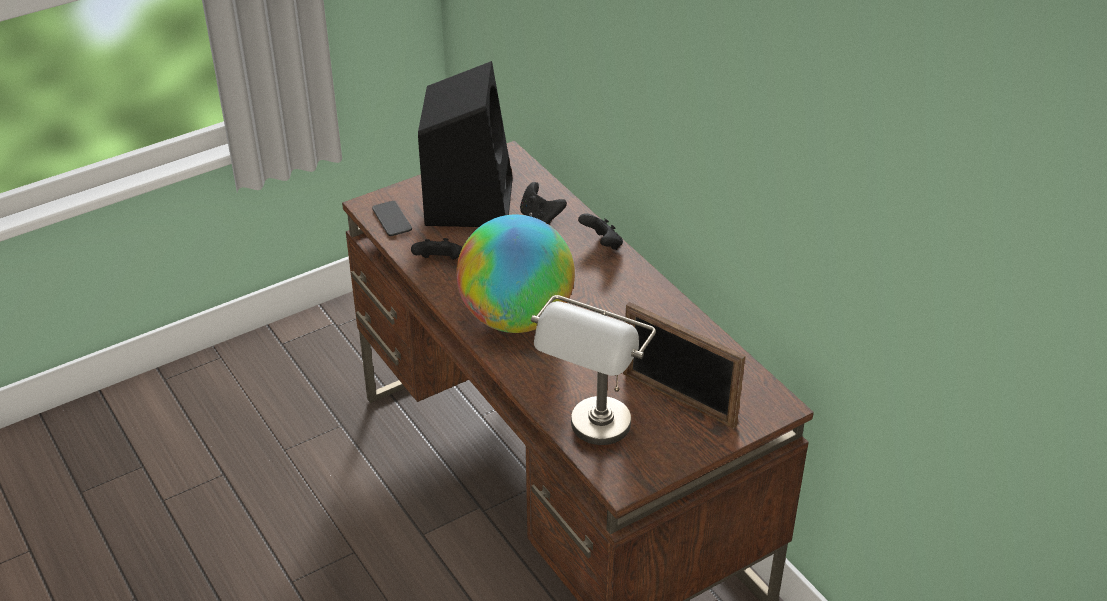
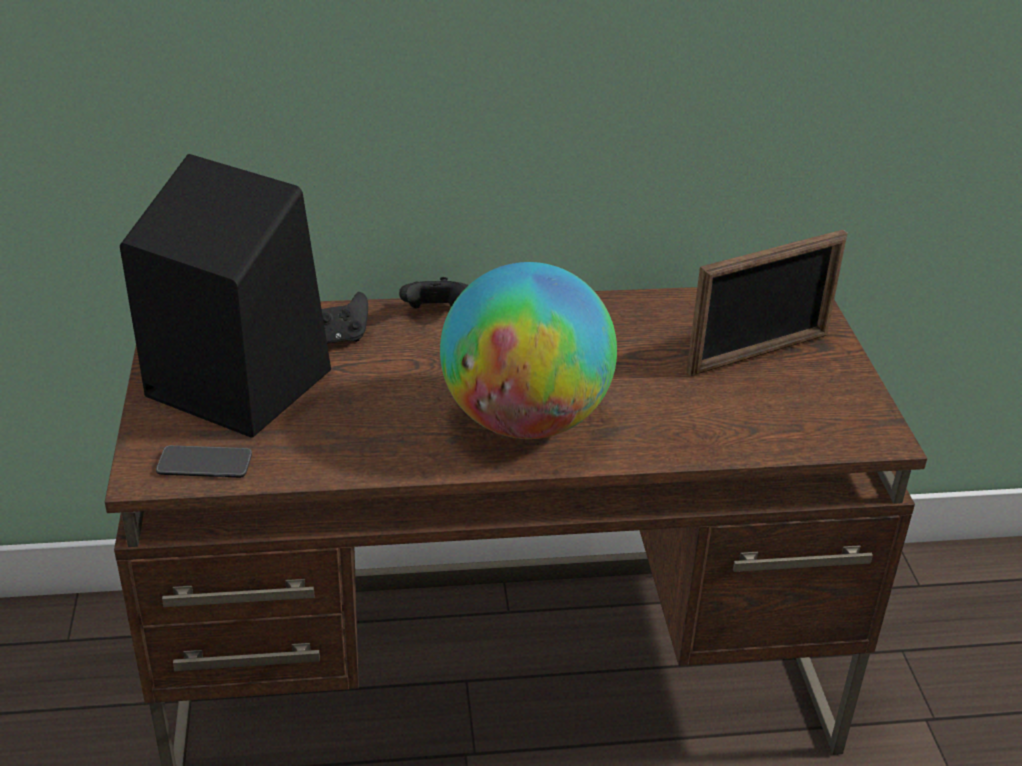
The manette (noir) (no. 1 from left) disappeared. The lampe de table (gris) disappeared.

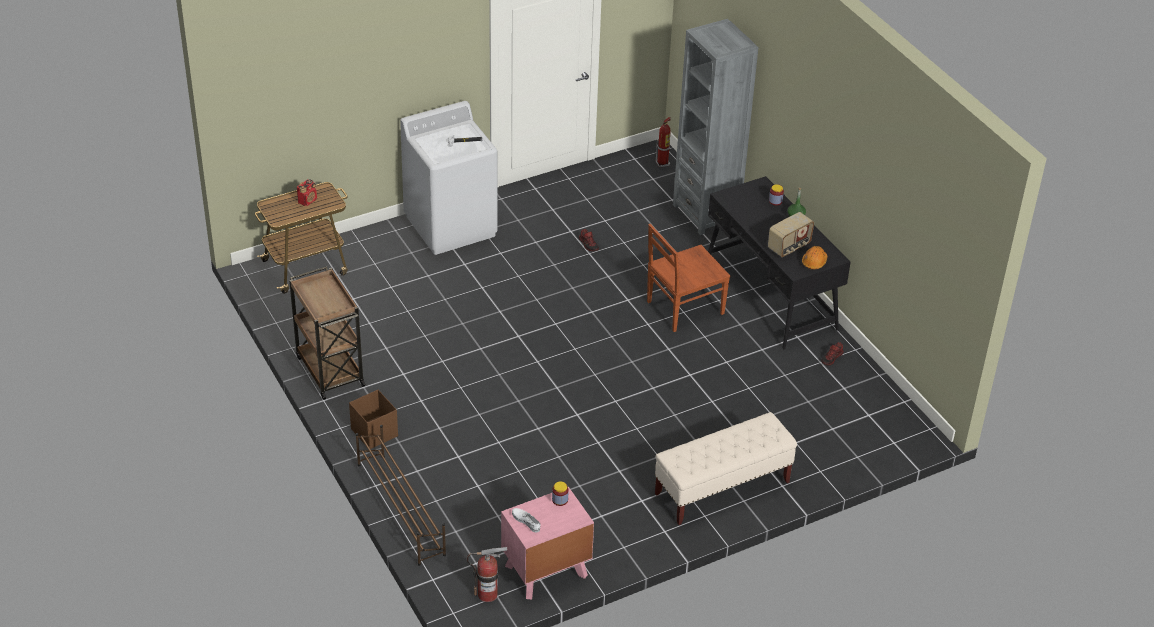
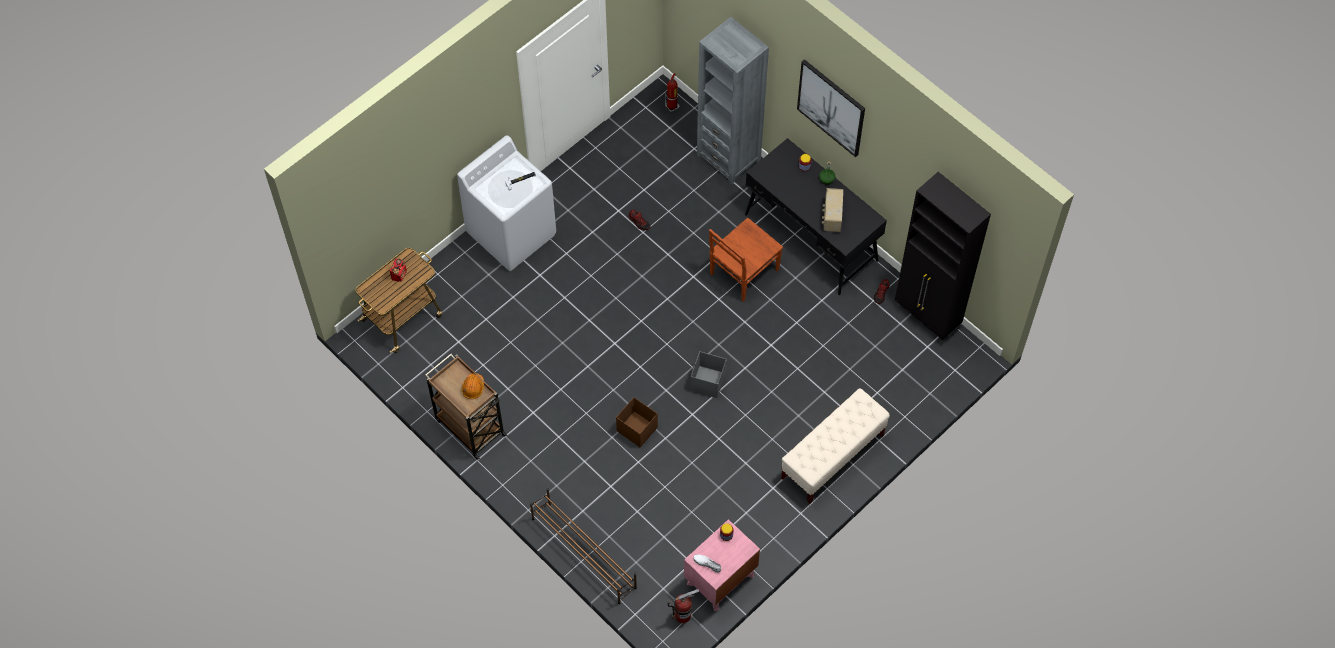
The casque de chantier (orange) moved. The boîte de rangement (marron) moved. The boîte de rangement (gris) appeared. The tableau appeared. The radio (no. 2 from left) turned 150 degrees clockwise. The meuble de rangement (noir) appeared.

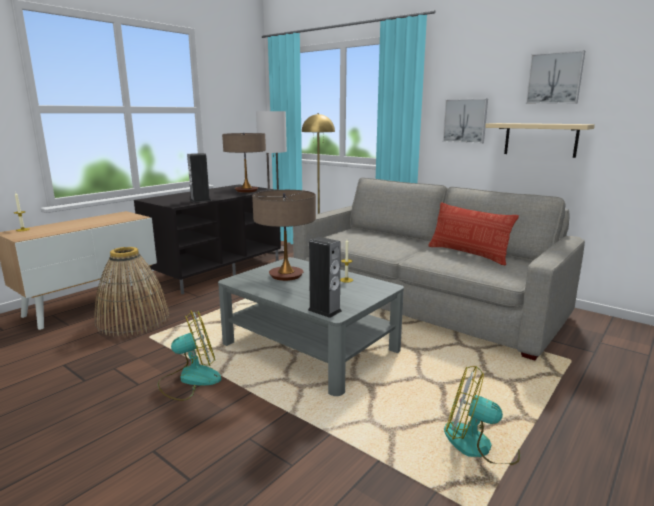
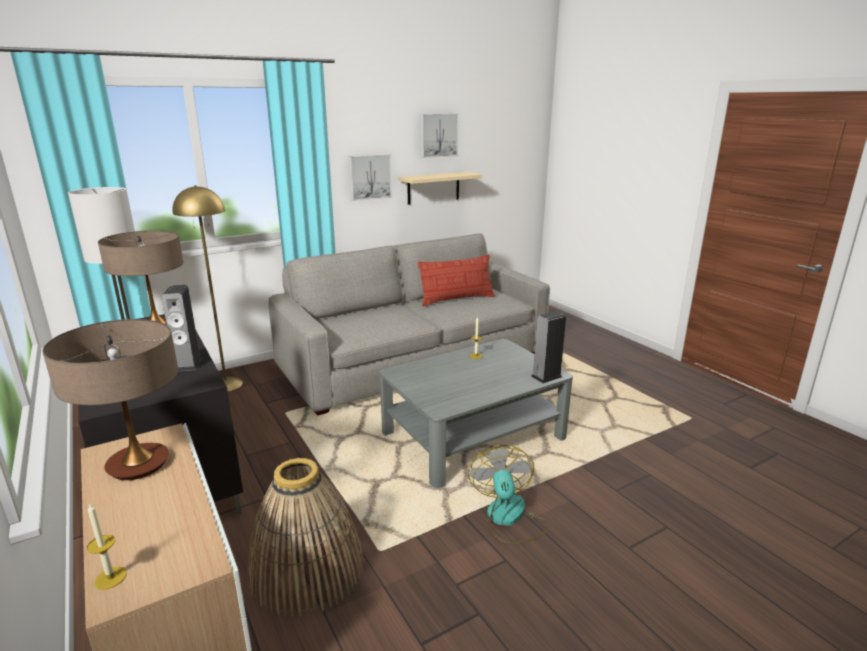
The lampe de table (no. 2 from left in the first image) moved. The ventilateur (no. 2 from left) disappeared.

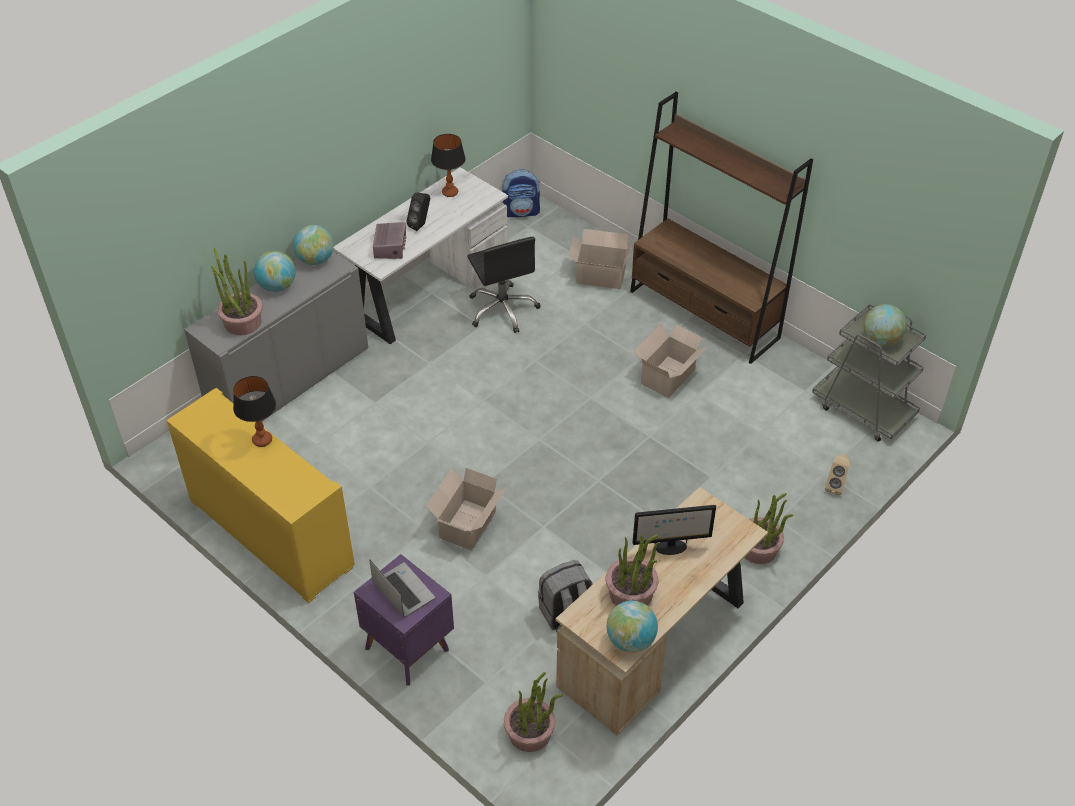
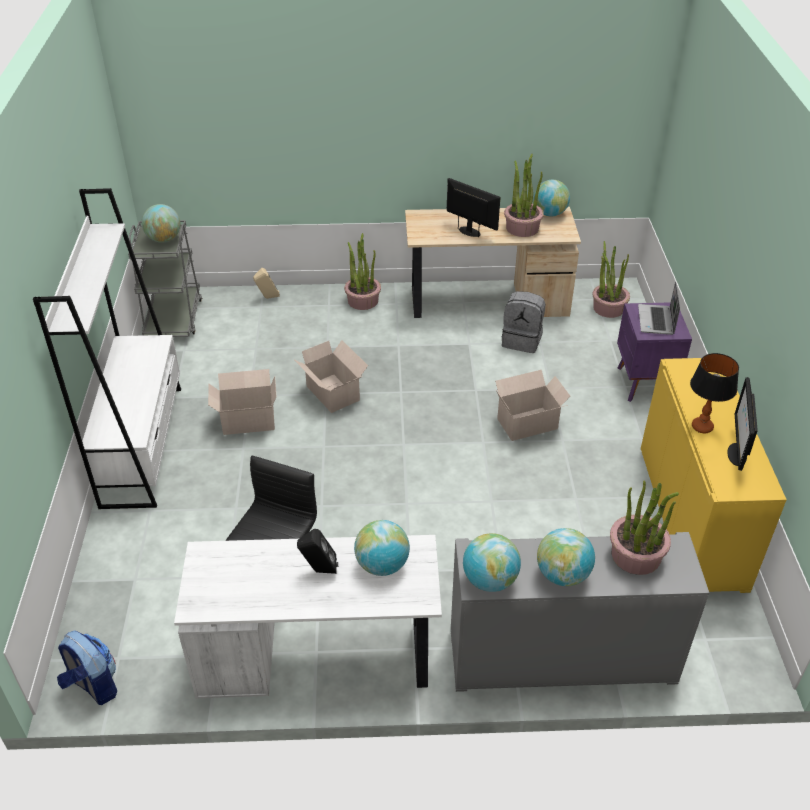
The bibliothèque (marron) became the bibliothèque (blanc). The carton (no. 2 from left) moved. The radio was replaced by the globe (no. 2 from left). The écran d'ordinateur (no. 2 from left) appeared. The lampe de table (no. 2 from left) disappeared.

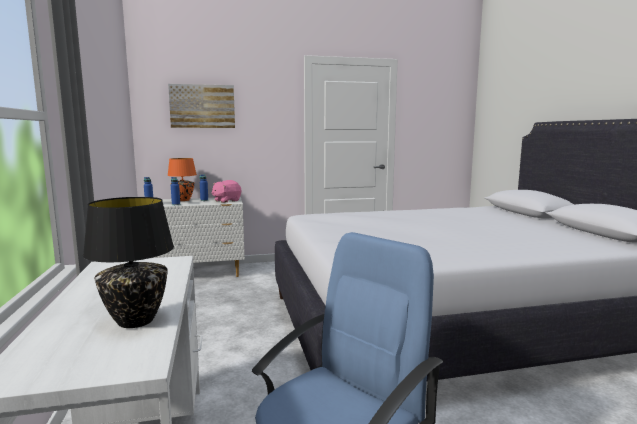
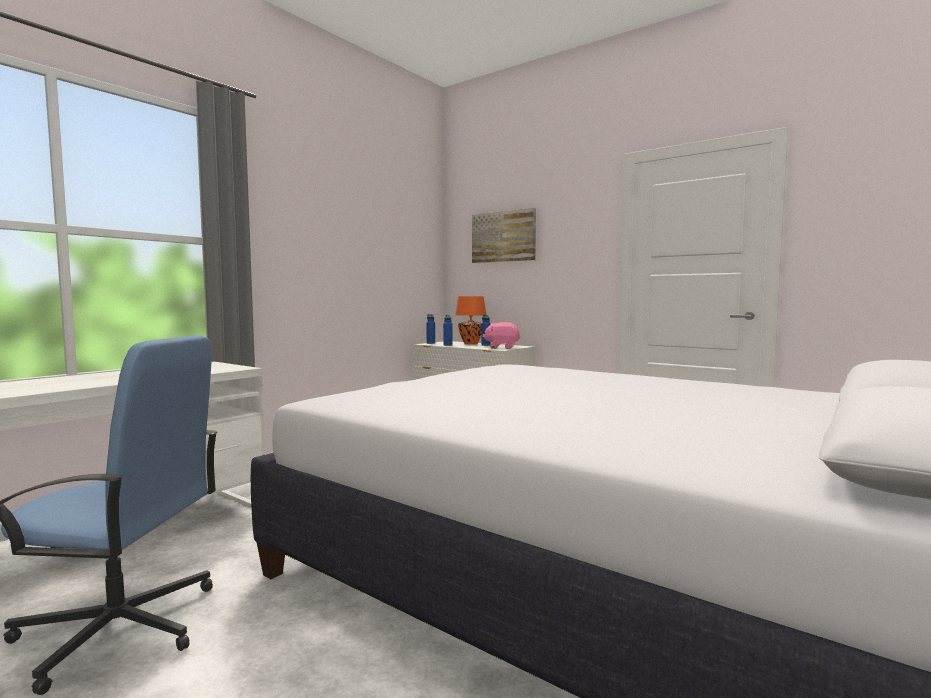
The lampe de table (noir) disappeared.

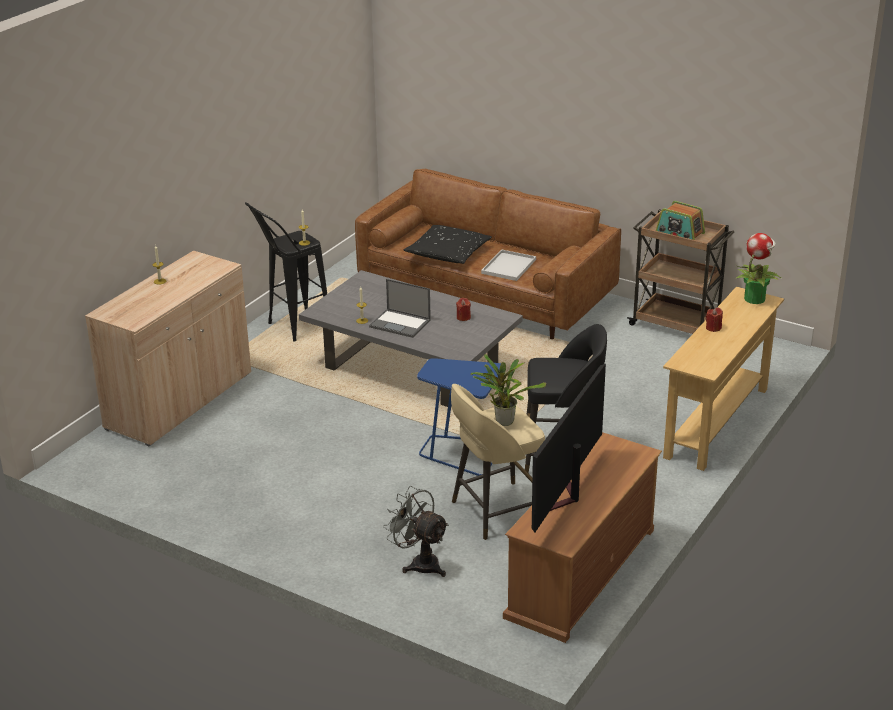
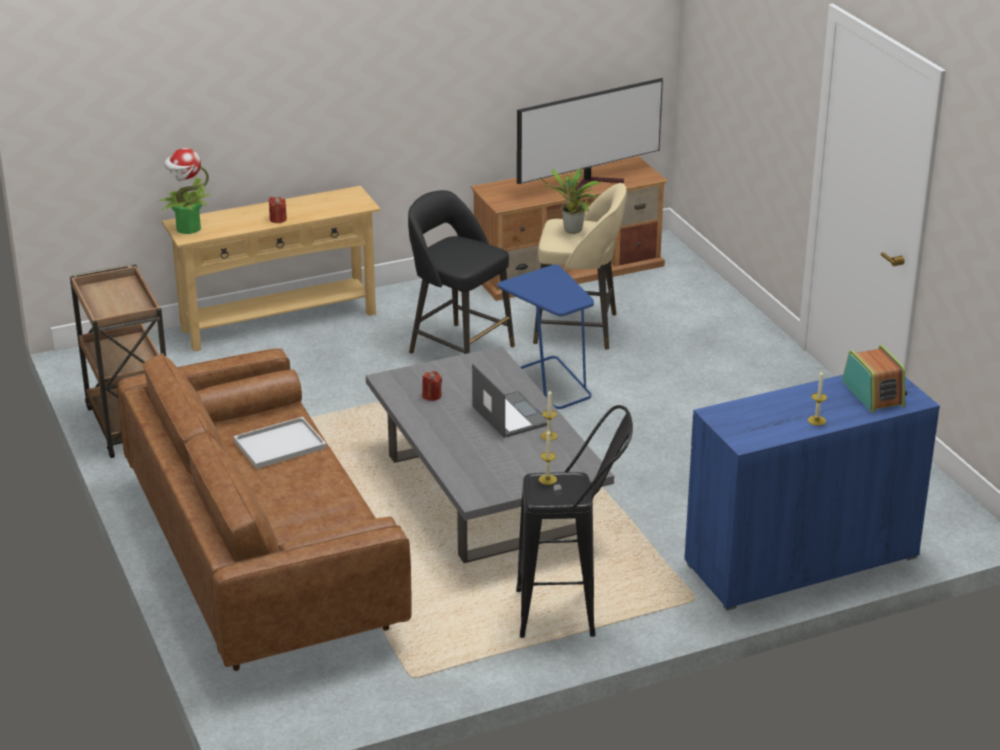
The meuble de rangement (beige) became the meuble de rangement (bleu). The radio moved. The ventilateur (gris) disappeared. The coussin (noir) disappeared.

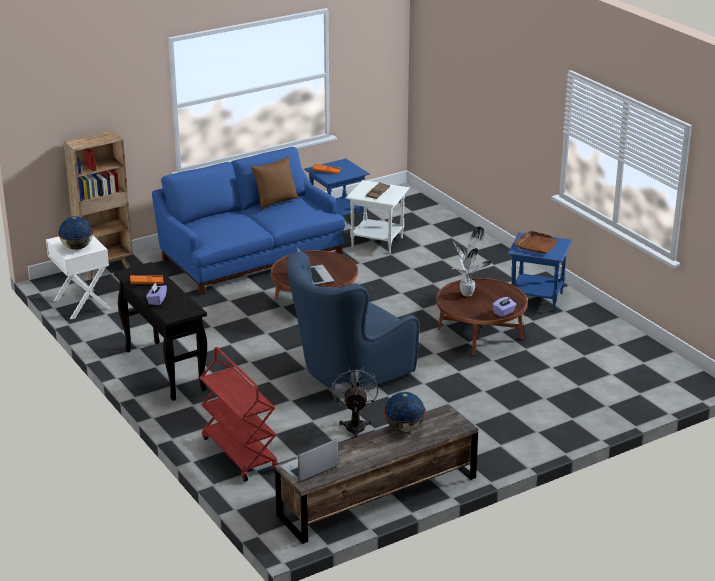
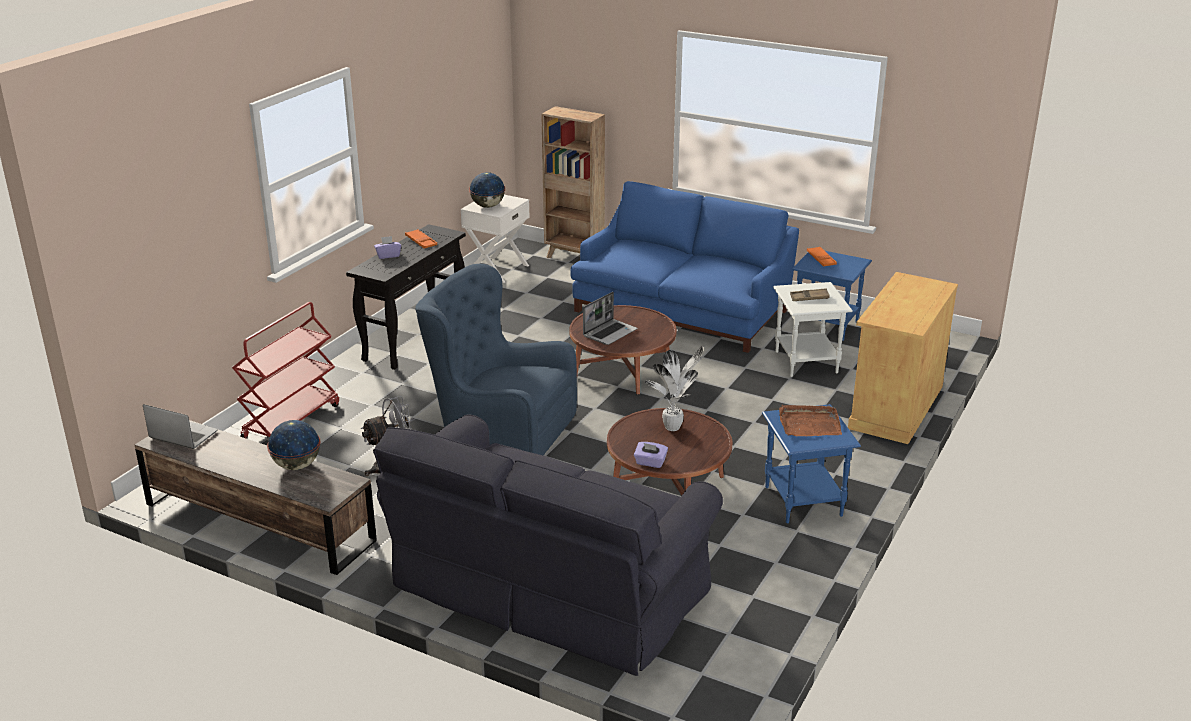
The canapé (noir) appeared. The meuble de rangement (beige) appeared. The coussin (marron) disappeared.

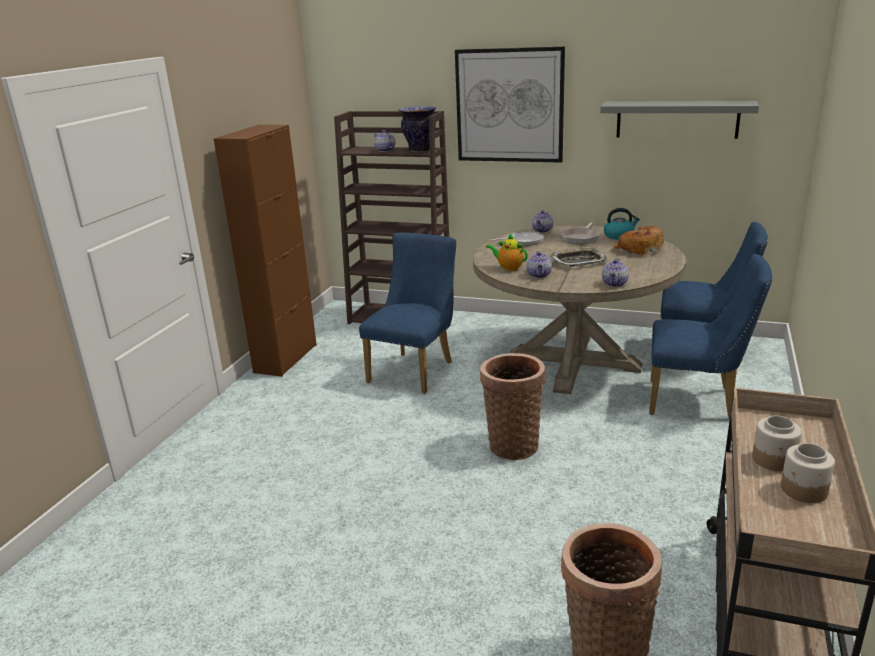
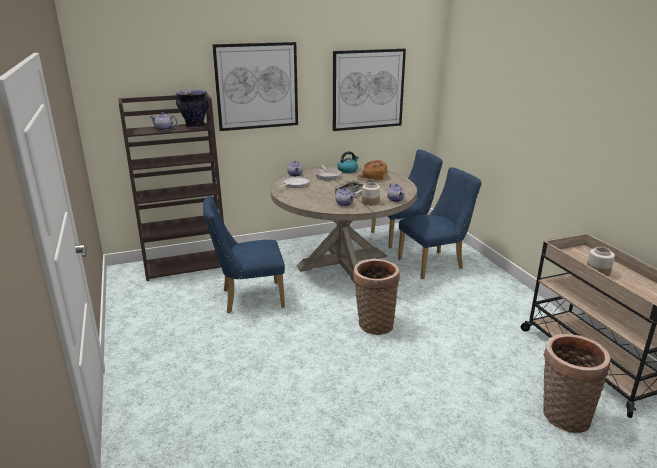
The chaise (bleu) (no. 1 from left) turned 90 degrees counterclockwise. The étagère (gris) was replaced by the tableau (no. 2 from left). The bocal (no. 2 from left in the first image) moved. The meuble de rangement (marron) disappeared. The théière (no. 2 from left) disappeared.

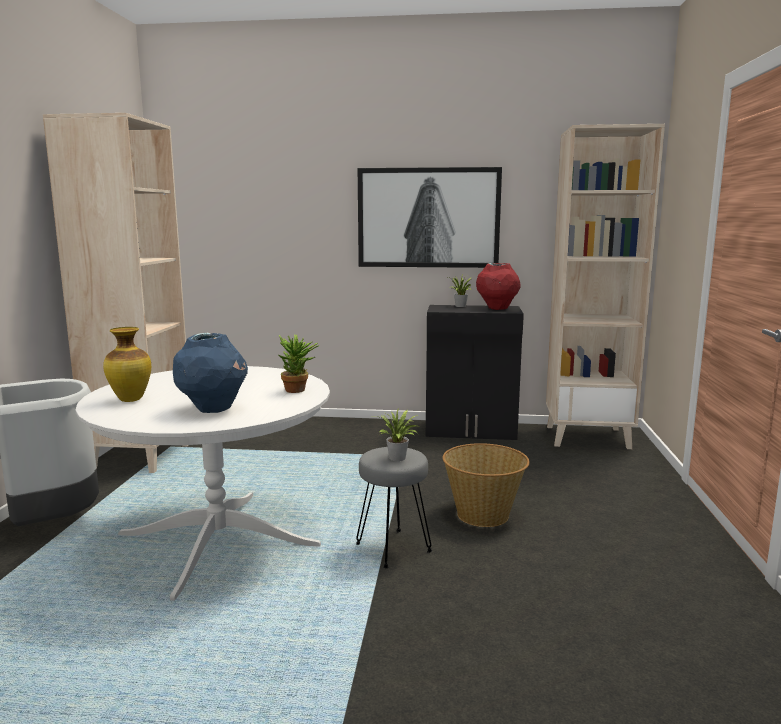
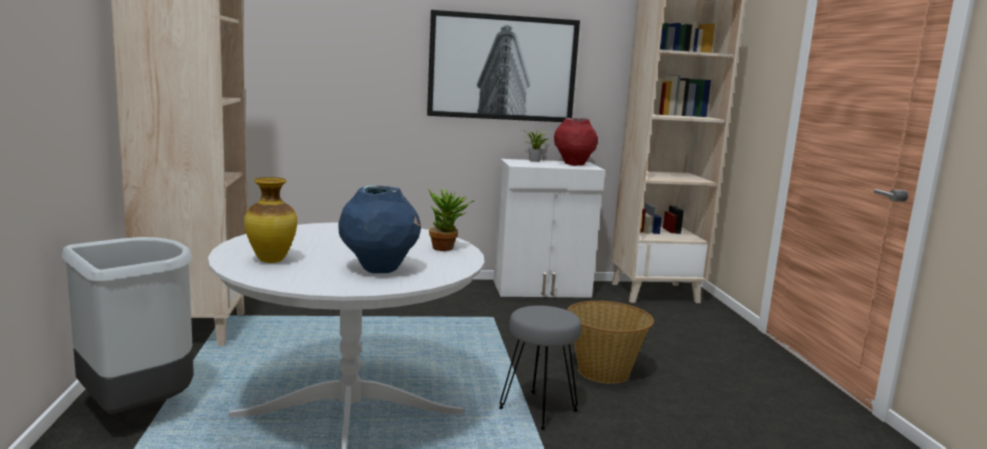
The meuble de rangement (noir) became the meuble de rangement (blanc). The plante en pot (no. 2 from left) disappeared.

